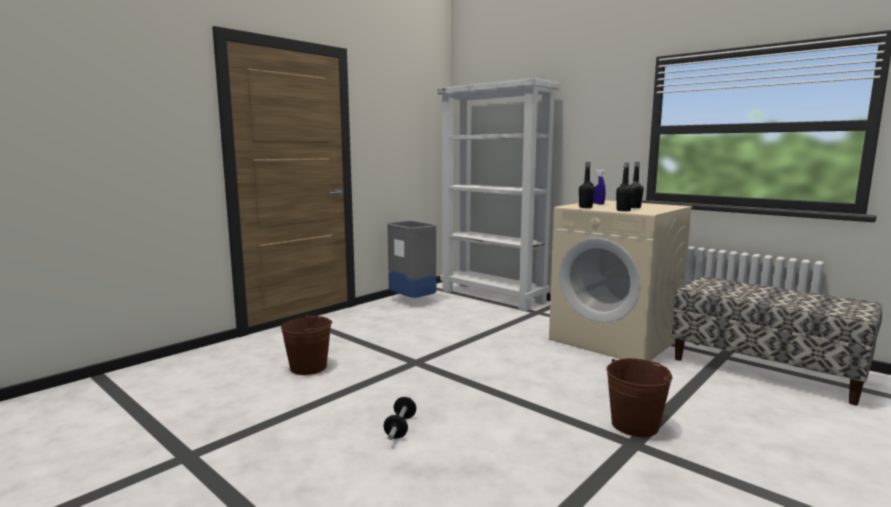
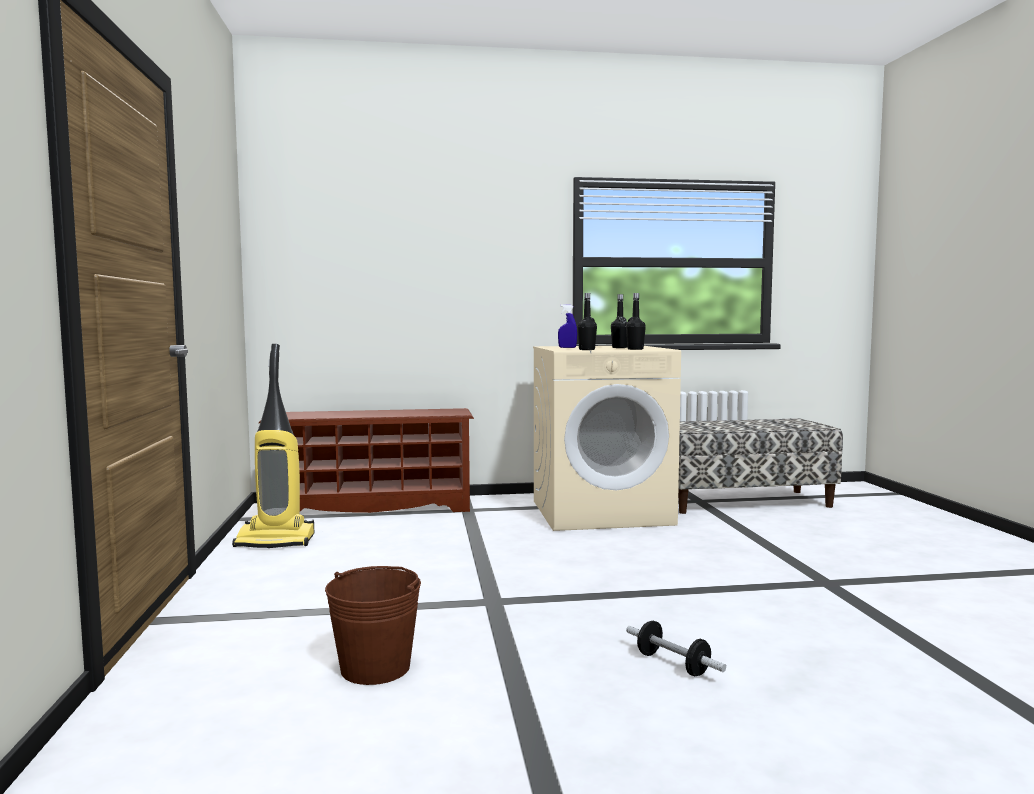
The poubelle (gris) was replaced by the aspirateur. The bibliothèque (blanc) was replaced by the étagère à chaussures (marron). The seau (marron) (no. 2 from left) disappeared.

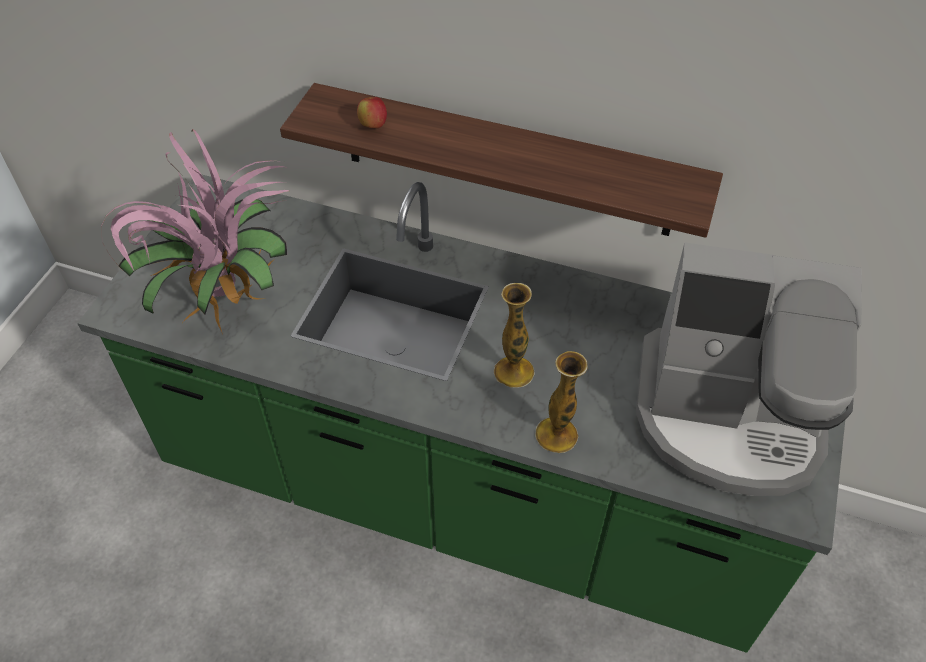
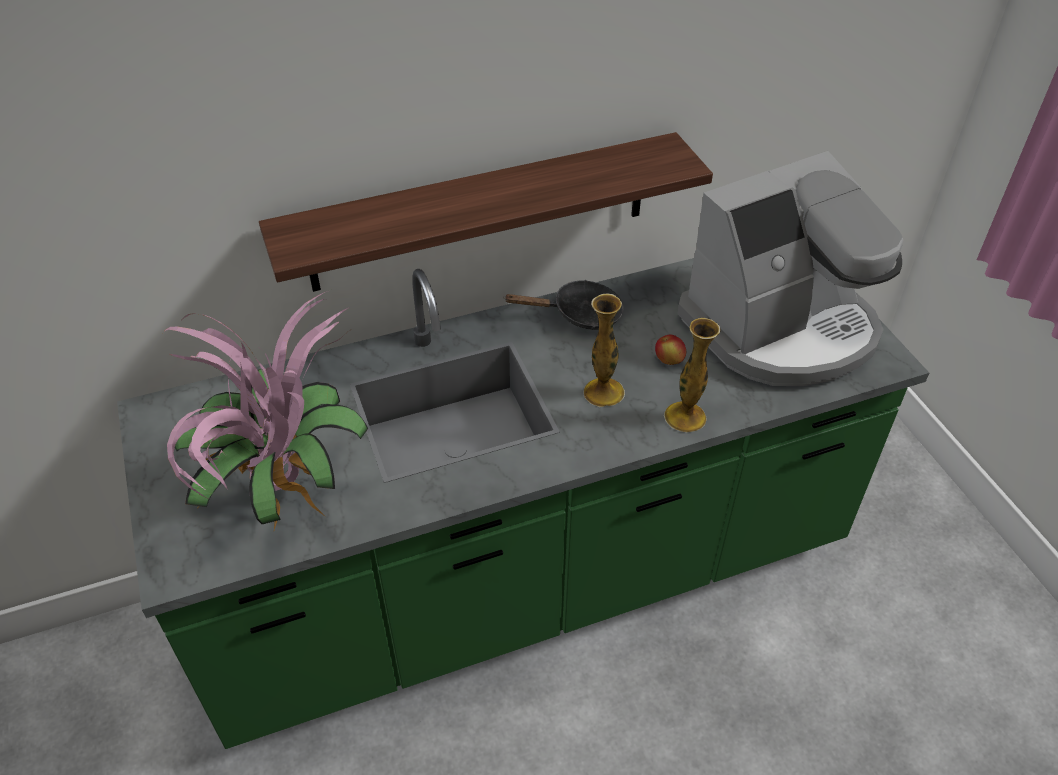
The poêle (noir) appeared. The pomme moved.

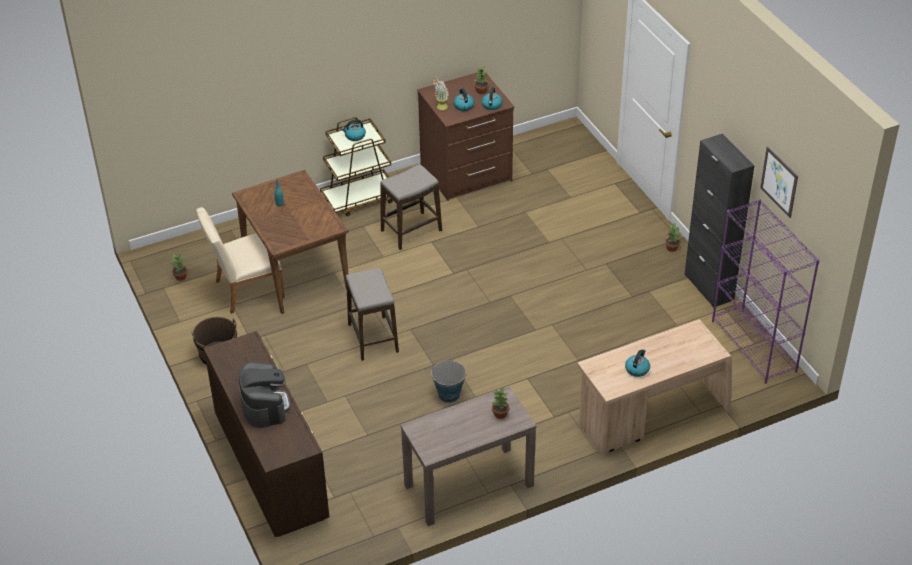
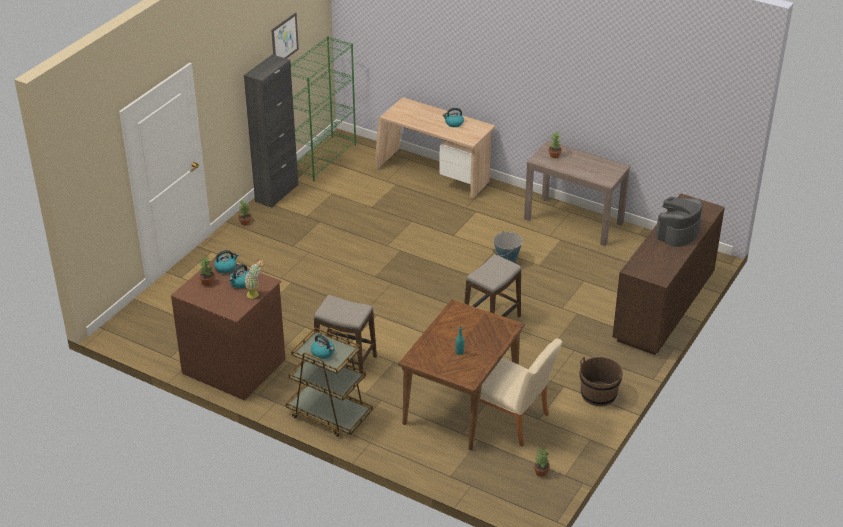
The bibliothèque (violet) became the bibliothèque (vert).

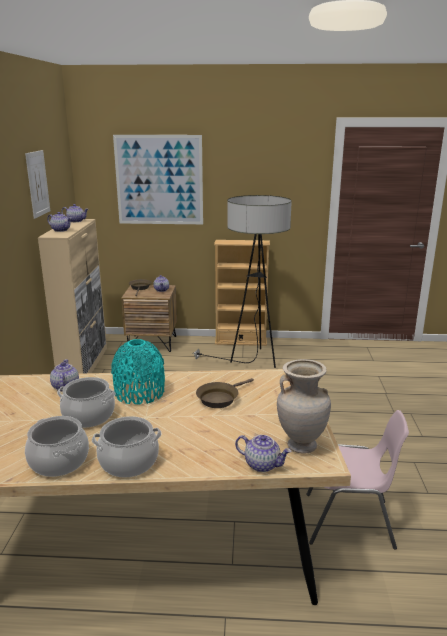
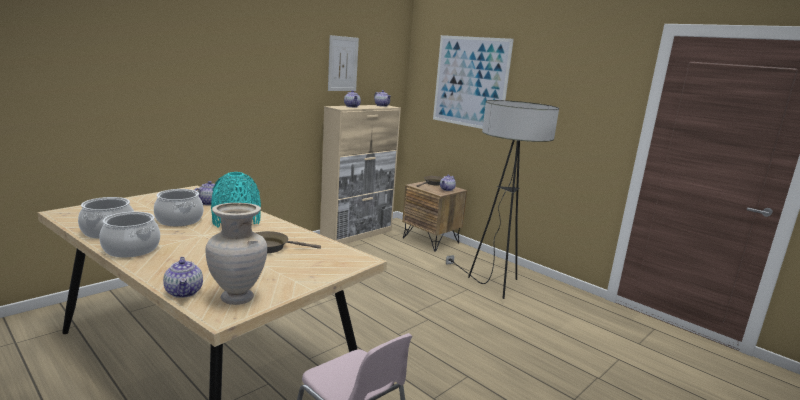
The bibliothèque (beige) disappeared.

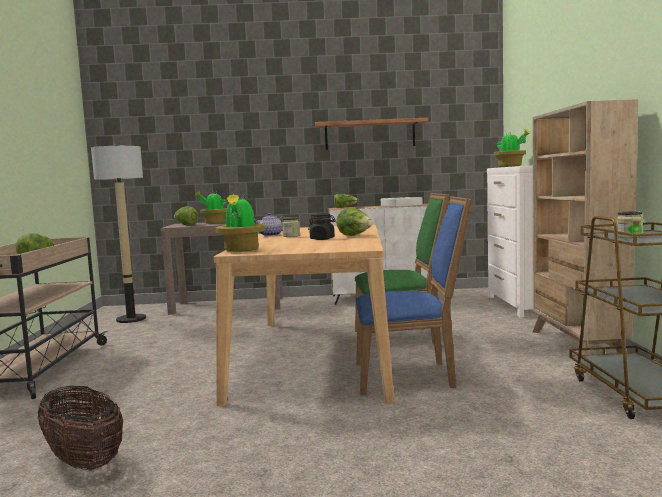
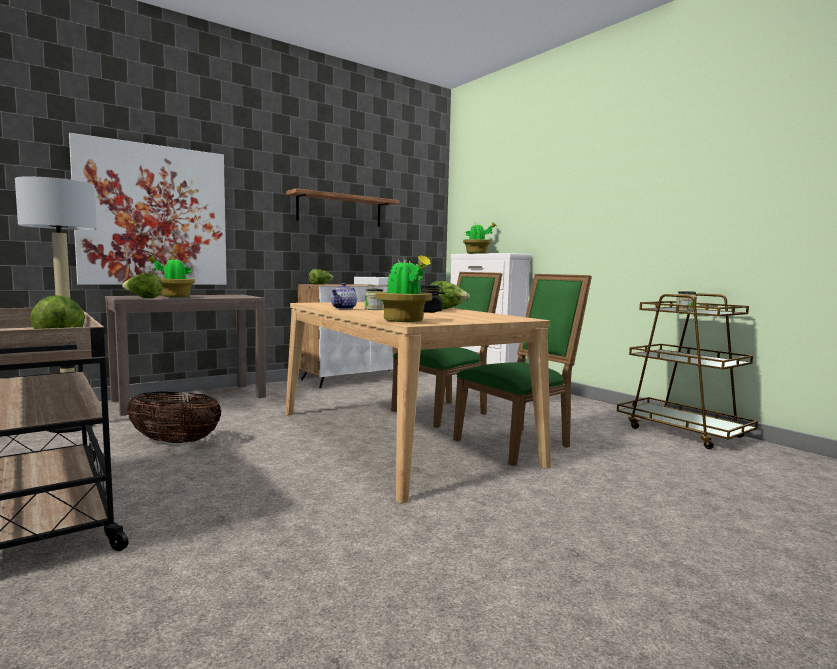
The tableau appeared. The panier moved. The chaise (bleu) became the chaise (vert) (no. 2 from left). The bibliothèque (beige) disappeared.

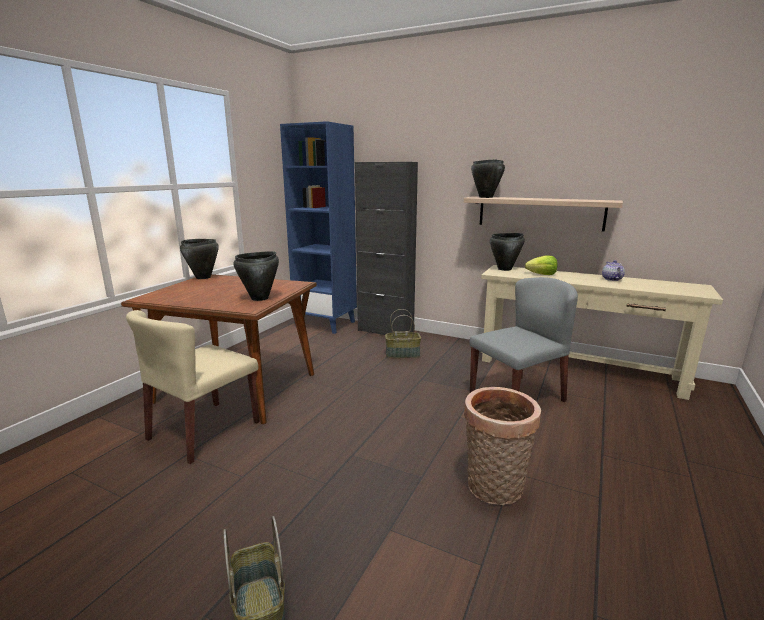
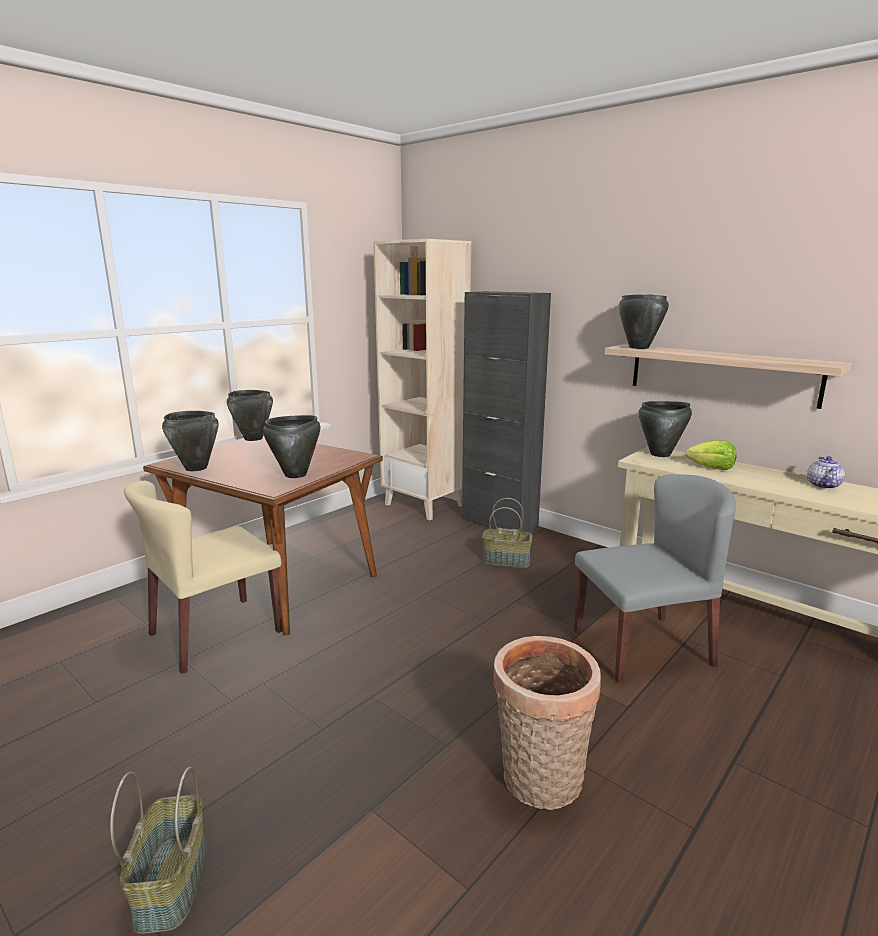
The marmite (noir) (no. 1 from left) appeared. The bibliothèque (bleu) became the bibliothèque (beige).

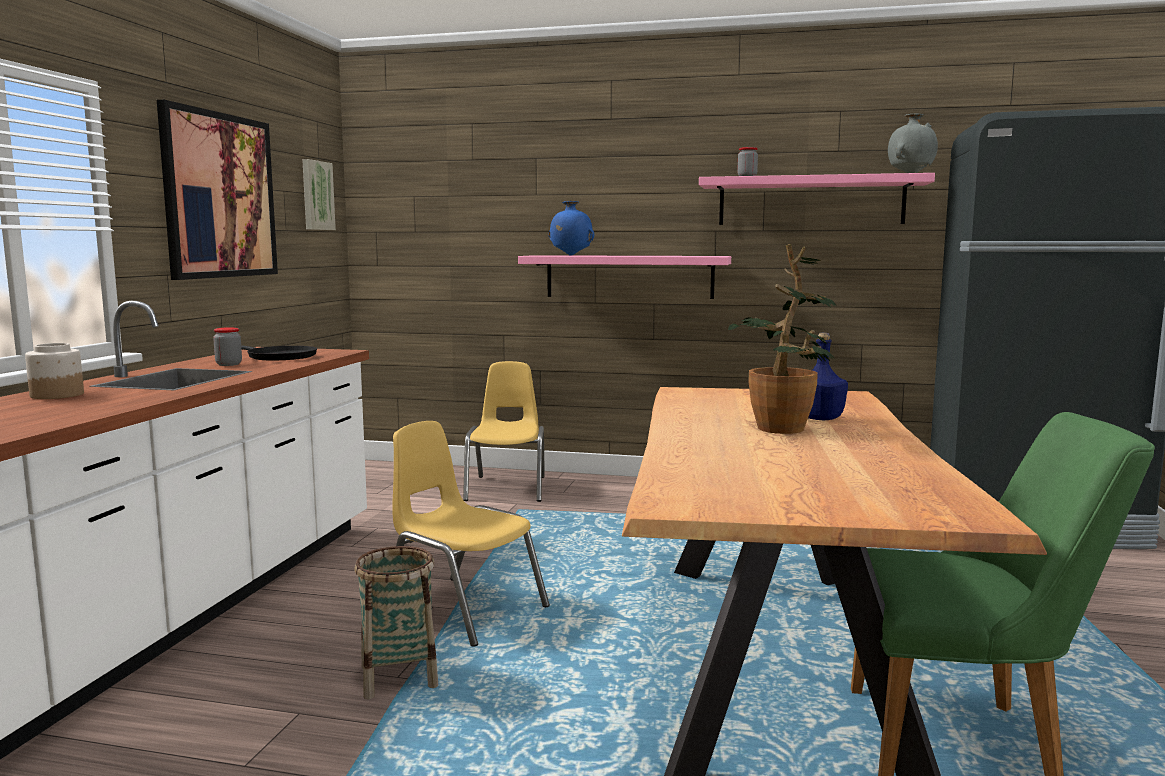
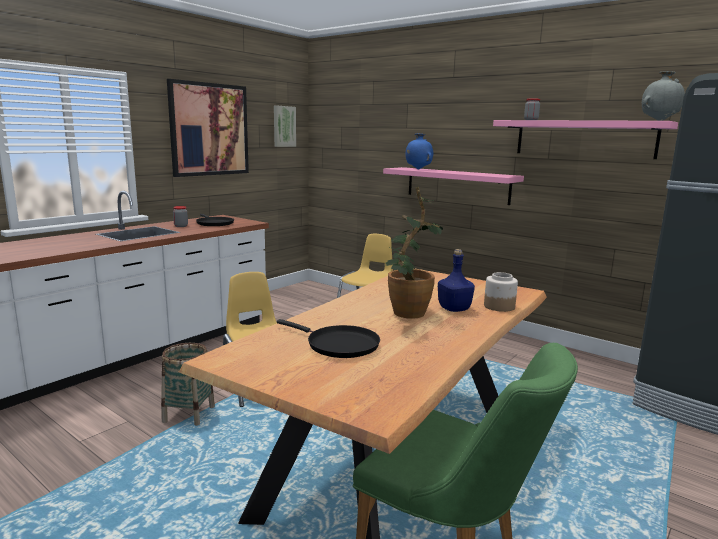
The poêle (noir) (no. 2 from left) appeared. The bocal (no. 1 from left in the first image) moved.

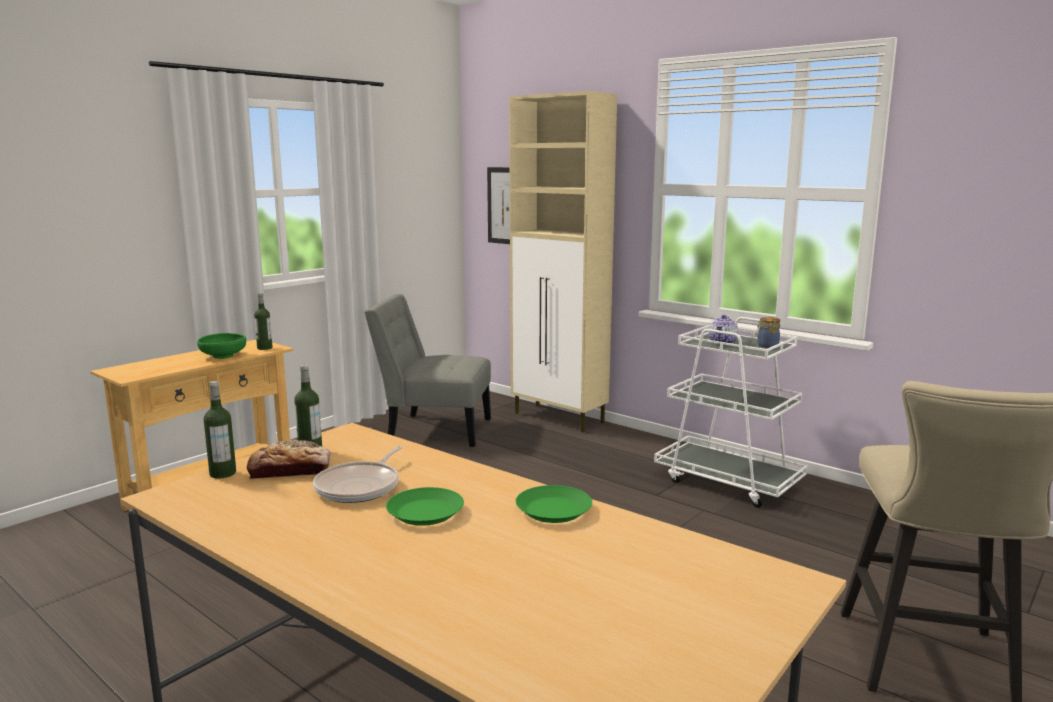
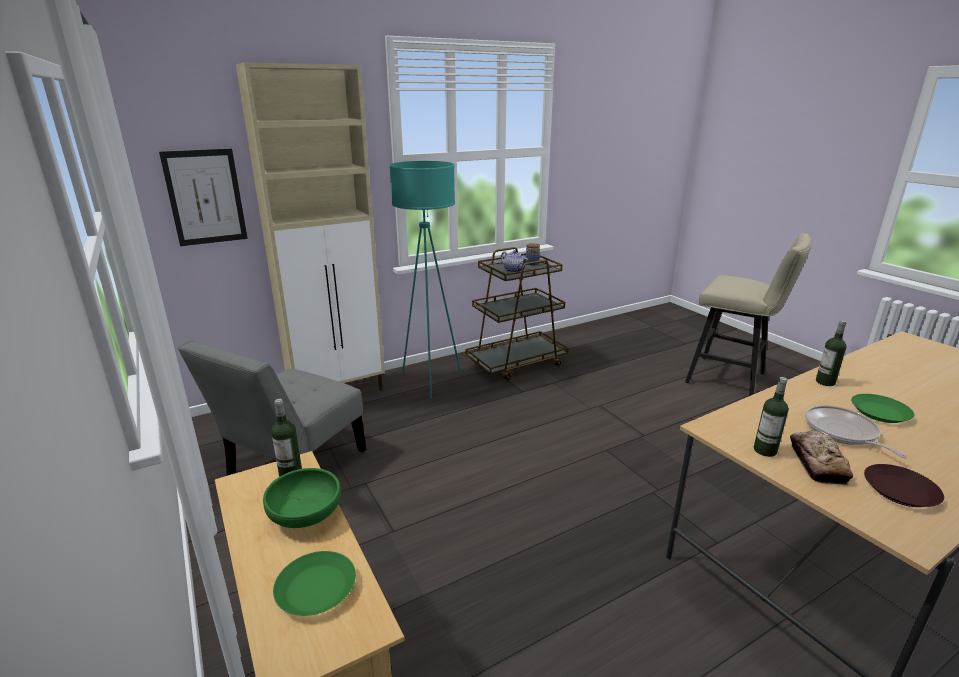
The assiette (vert) (no. 2 from left in the first image) moved. The lampadaire (turquoise) appeared. The chariot (blanc) became the chariot (marron). The poêle turned 150 degrees counterclockwise. The bouteille (no. 1 from left in the first image) moved. The assiette (marron) appeared.

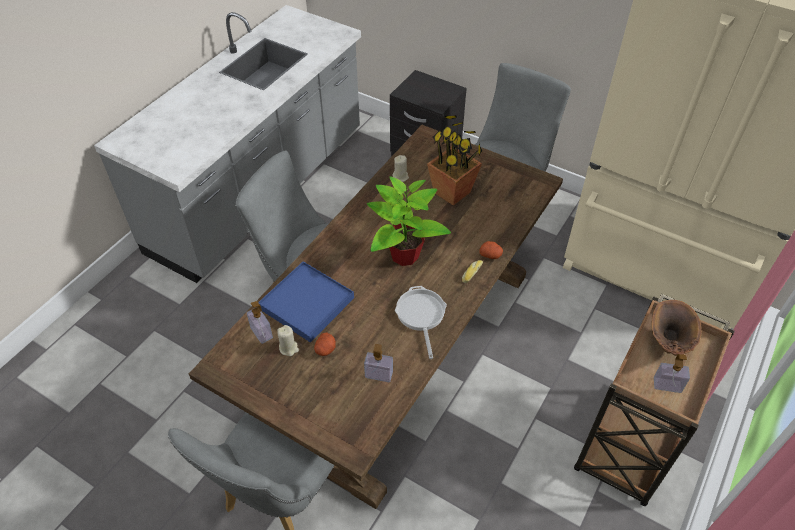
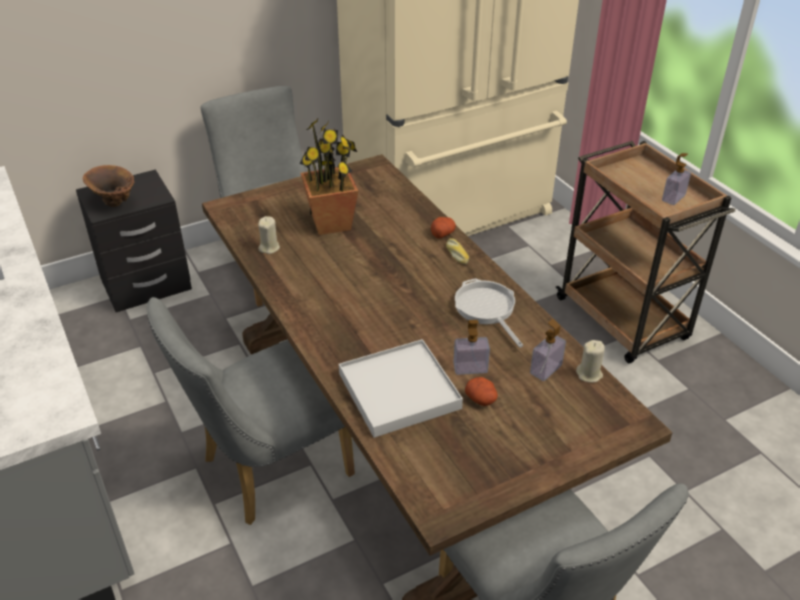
The vase (marron) moved. The plateau (bleu) became the plateau (blanc). The distributeur de savon (no. 1 from left) moved. The poêle turned 45 degrees clockwise. The bougie (beige) (no. 1 from left in the first image) moved. The plante en pot (no. 1 from left) disappeared.

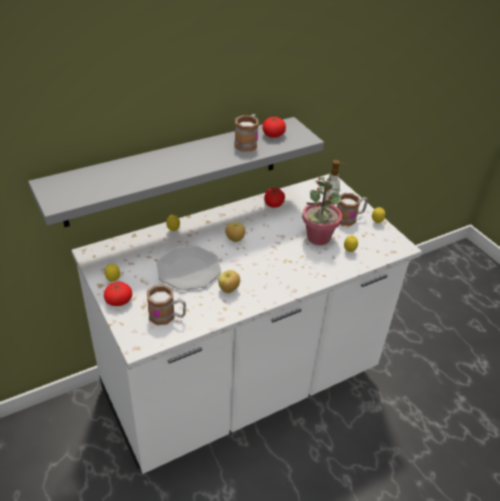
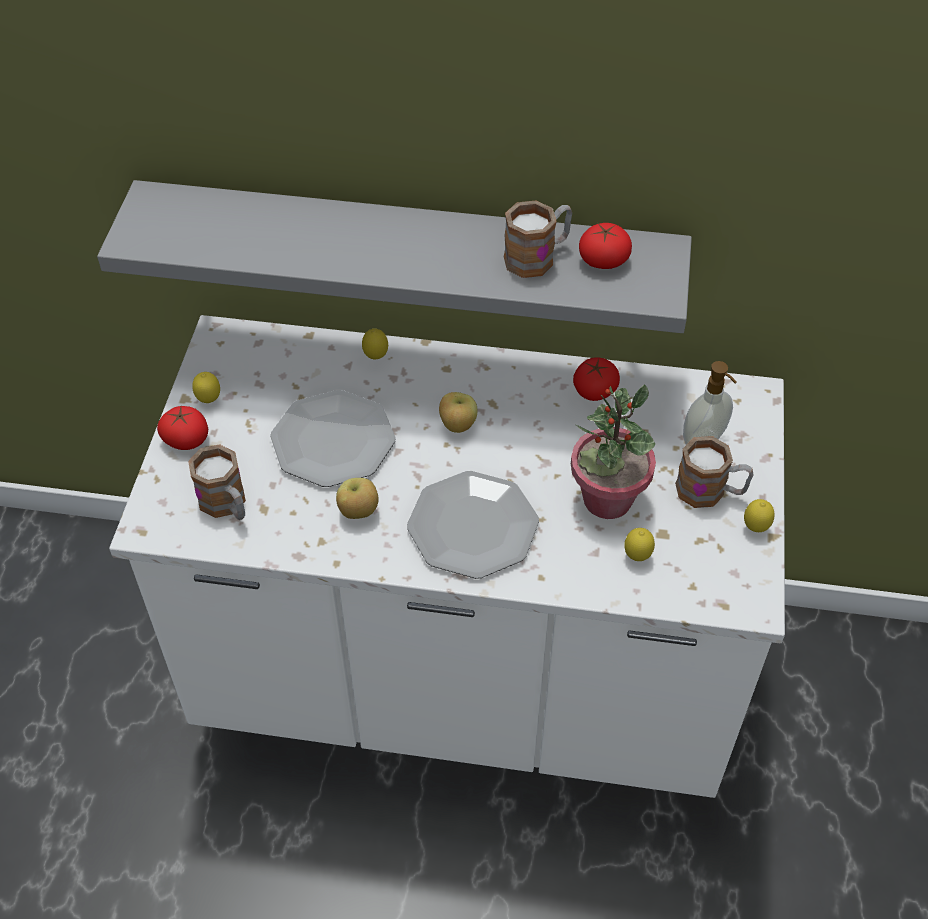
The assiette (no. 2 from left) appeared.

